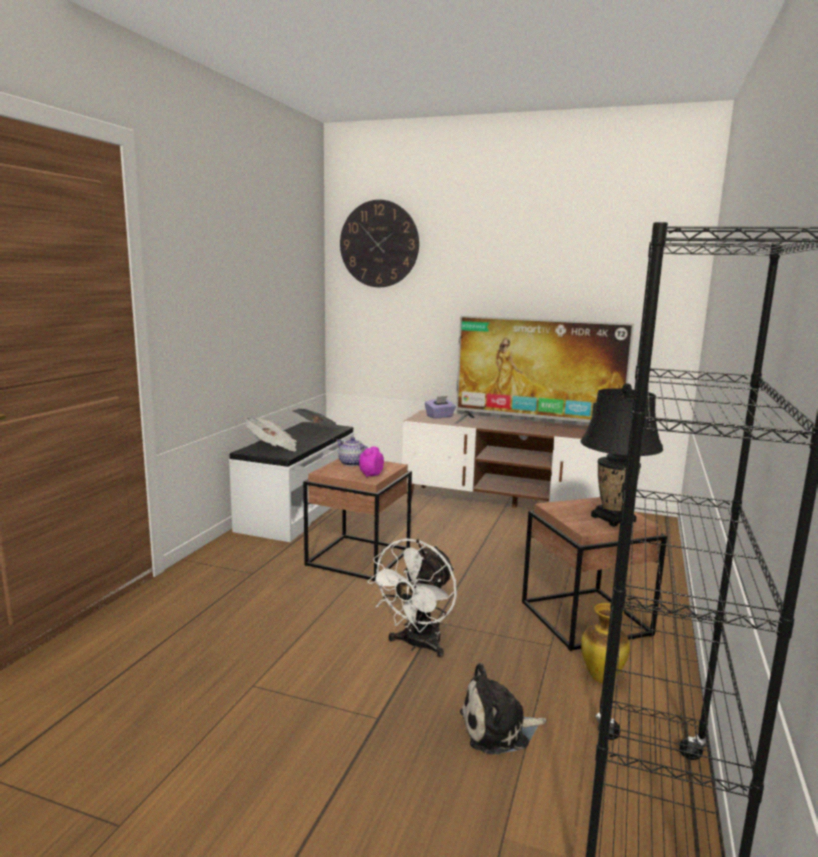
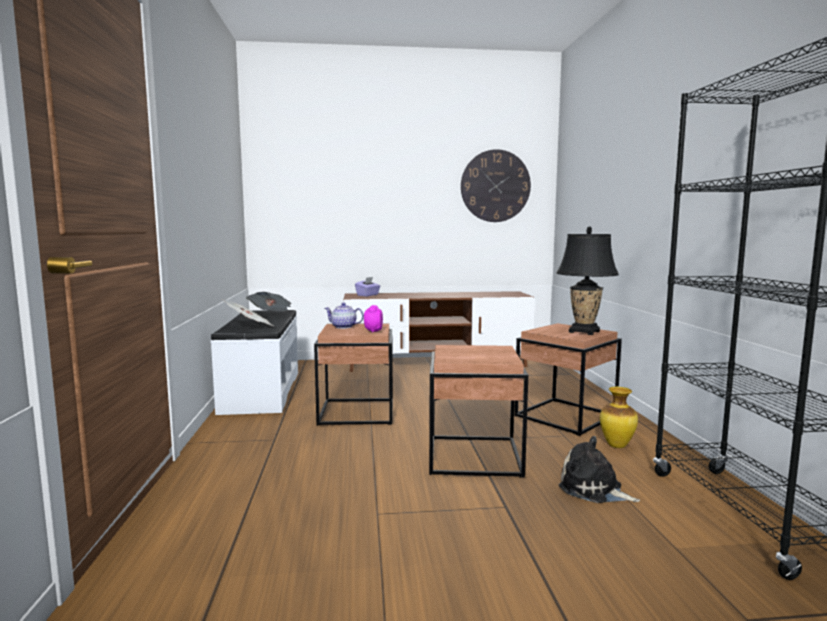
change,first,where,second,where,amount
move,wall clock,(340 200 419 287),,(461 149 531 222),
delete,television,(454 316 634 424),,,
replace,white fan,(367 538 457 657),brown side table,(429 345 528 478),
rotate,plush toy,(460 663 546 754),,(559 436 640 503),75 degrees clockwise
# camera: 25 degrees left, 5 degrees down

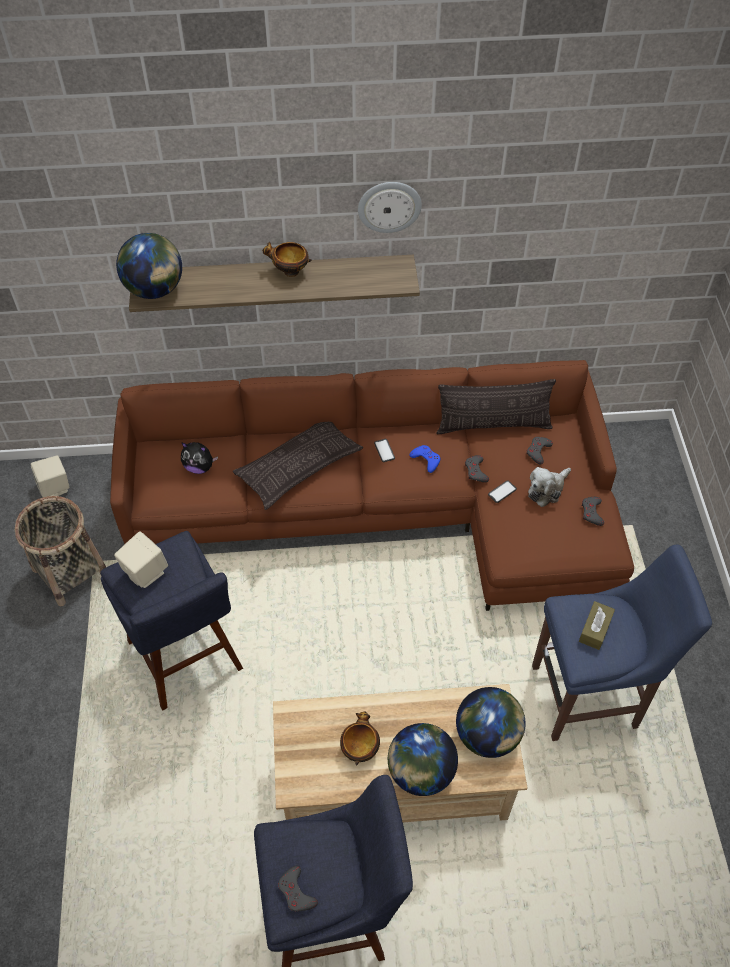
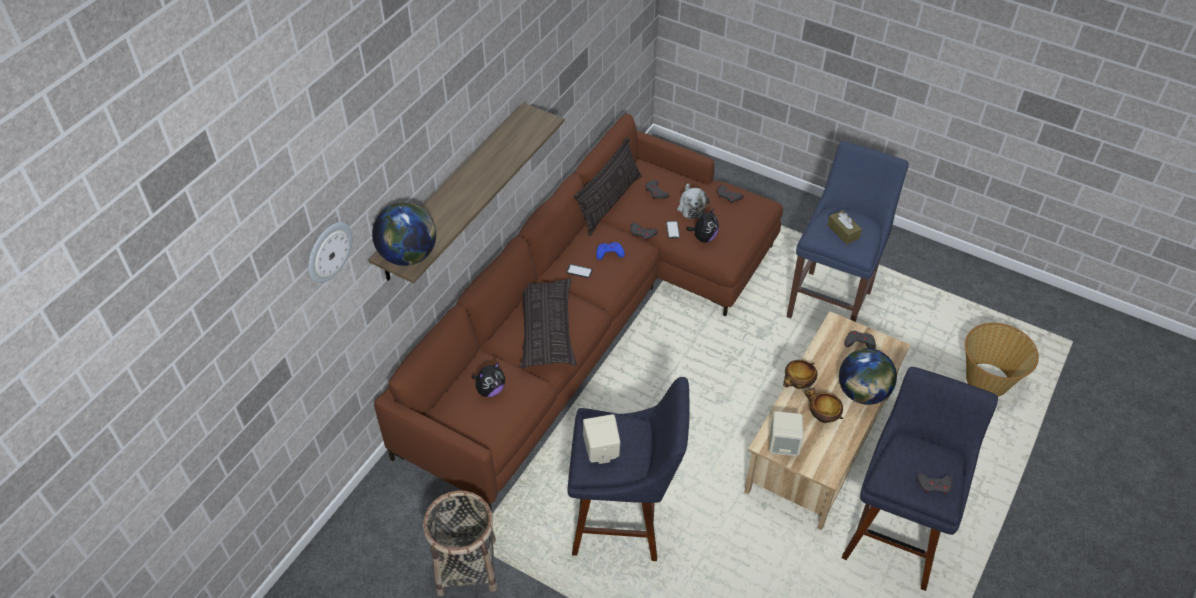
change,first,where,second,where,amount
move,wall clock,(358 182 422 233),,(308 222 353 283),
move,bowl,(262 242 312 277),,(783 360 817 389),
move,beige speaker,(31 455 70 497),,(769 411 804 456),
replace,globe,(456 687 525 758),grey game controller,(844 331 876 349),
insert,,,plush toy,(686 208 719 243),
insert,,,basket,(965 323 1039 397),
# camera: 55 degrees left, 5 degrees down

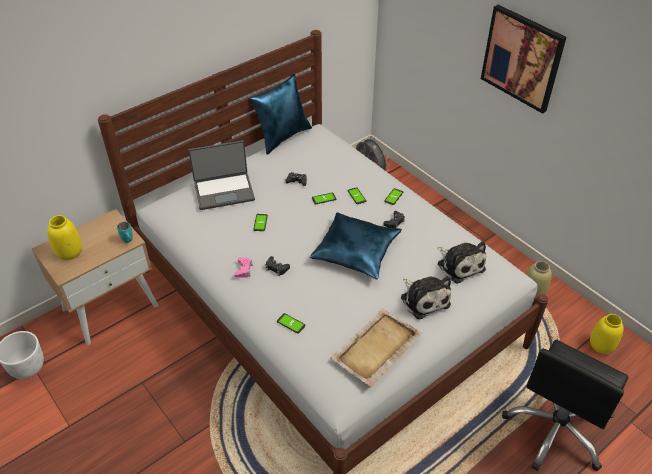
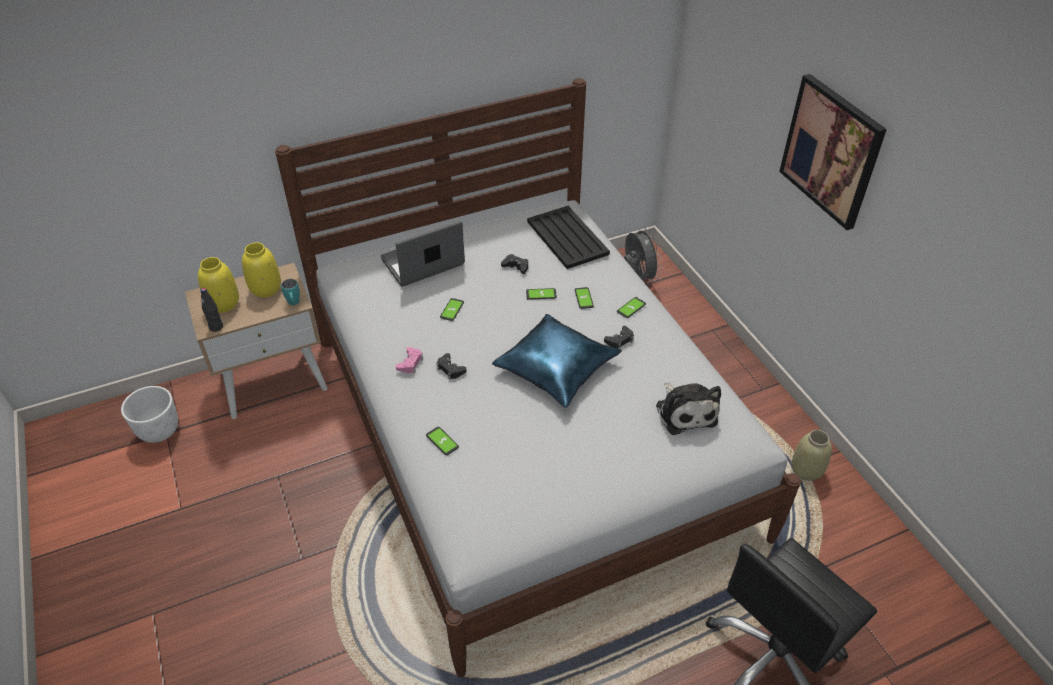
change,first,where,second,where,amount
delete,blue pillow,(249 74 312 155),,,
rotate,laptop,(188 140 255 210),,(381 221 465 287),150 degrees clockwise
delete,plush toy,(401 276 451 319),,,
delete,beige tray,(330 308 422 387),,,
move,yellow vase,(590 314 624 354),,(242 242 281 297),
insert,,,black tray,(527 206 610 269),
insert,,,black bottle,(200 288 223 332),
# camera: 15 degrees right, 0 degrees up

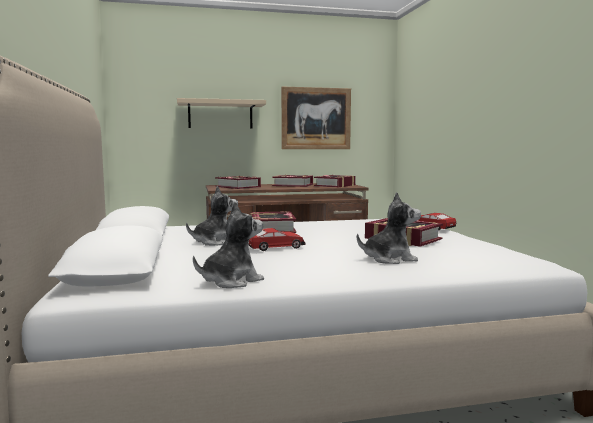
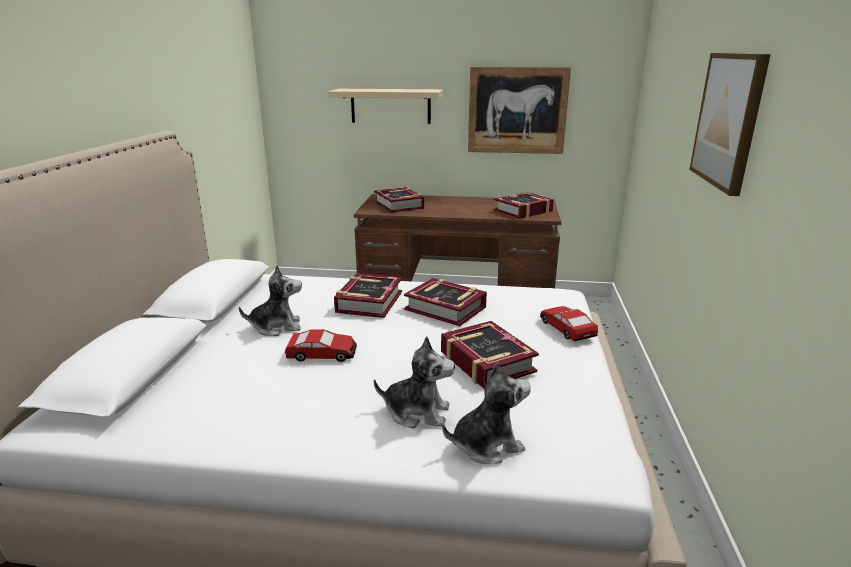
change,first,where,second,where,amount
move,book,(272 175 313 187),,(404 278 487 326),
move,plush toy,(193 201 264 288),,(442 361 531 464),
insert,,,picture,(689 53 771 196),
# camera: 20 degrees right, 15 degrees up

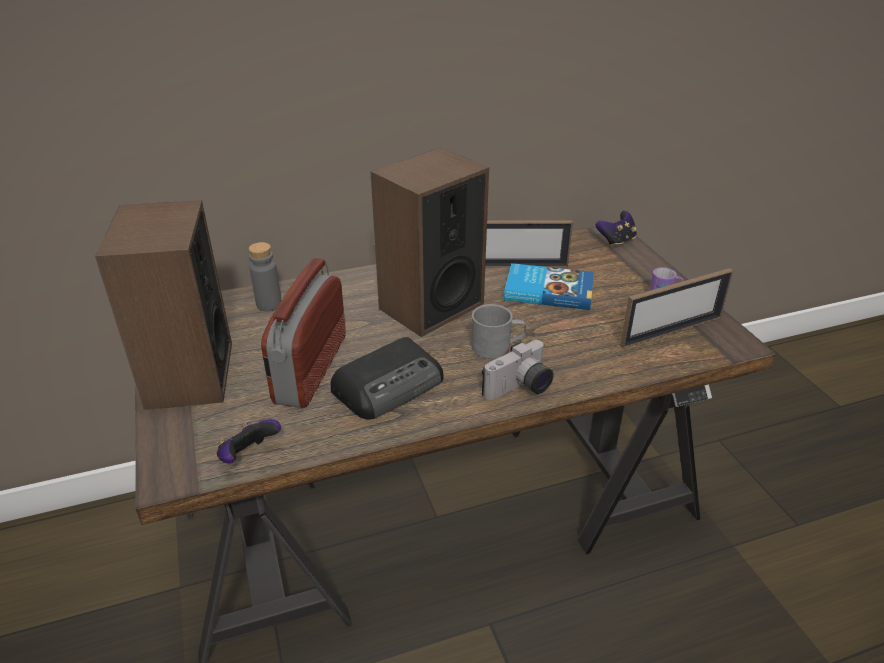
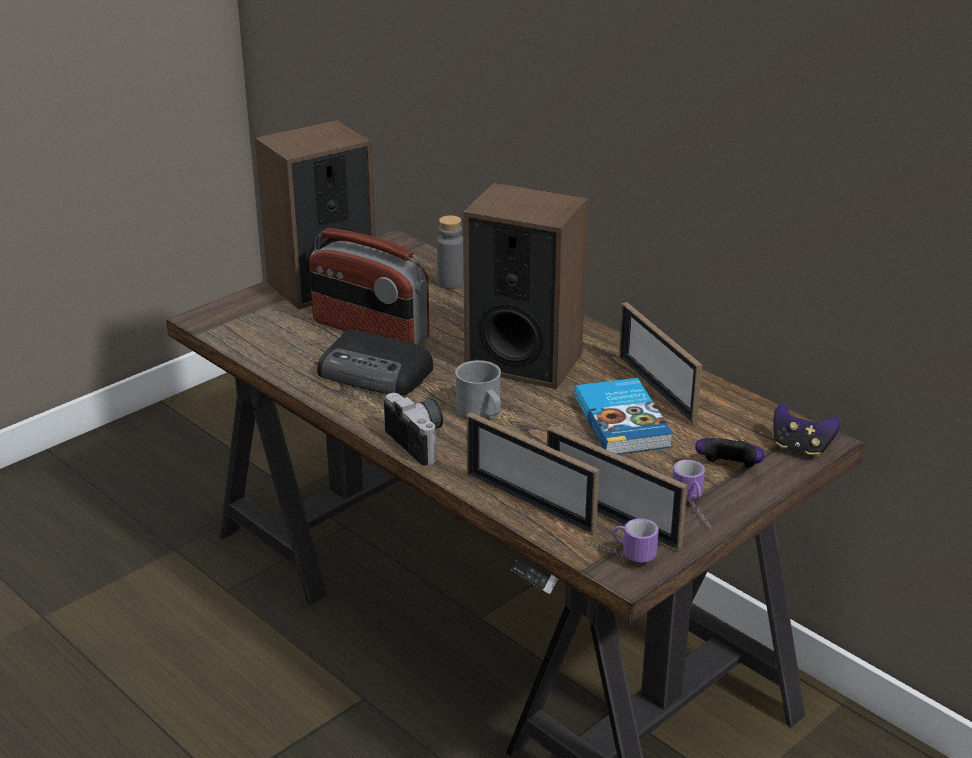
change,first,where,second,where,amount
rotate,radio,(261 258 346 408),,(309 228 429 345),135 degrees counterclockwise
rotate,photo camera,(482 340 554 400),,(384 393 443 466),150 degrees counterclockwise
move,game controller,(217 419 281 463),,(695 437 764 468),
insert,,,picture frame,(467 412 599 536),
insert,,,mug,(586 518 659 562),
# camera: 65 degrees right, 5 degrees down

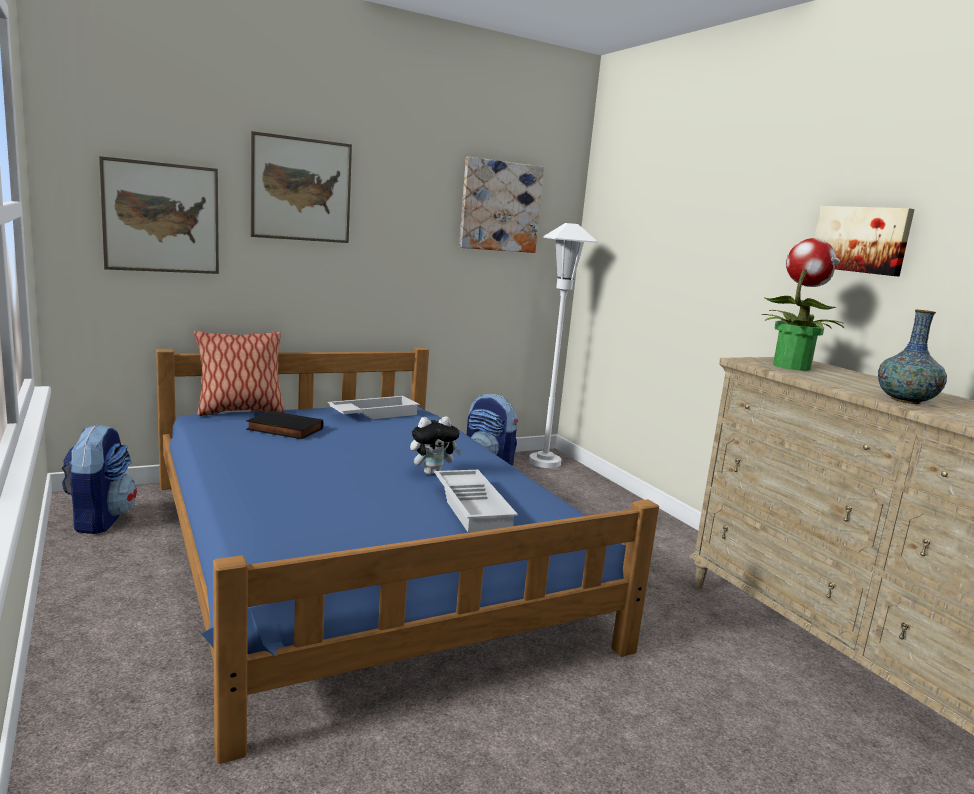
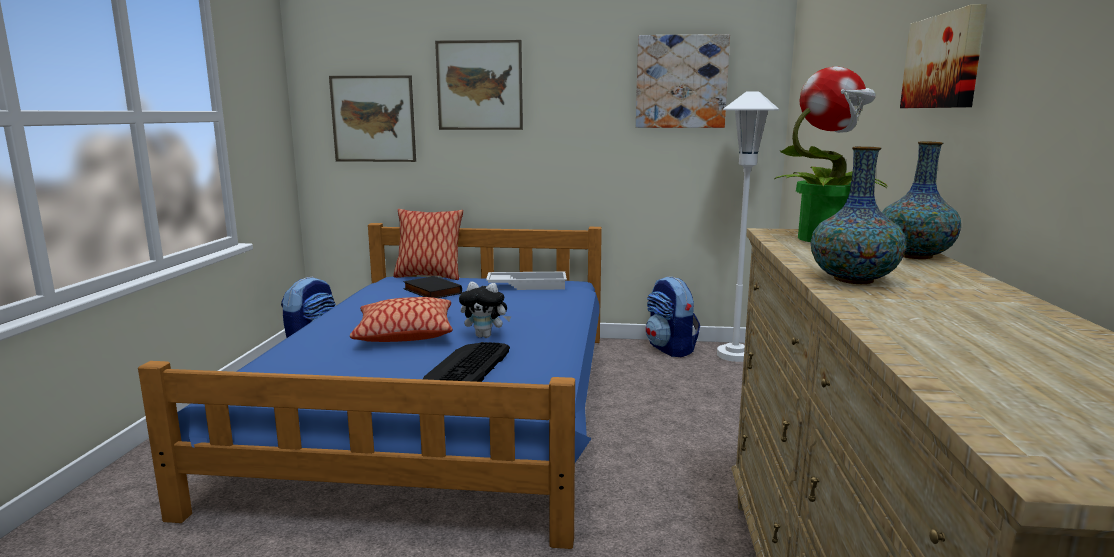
change,first,where,second,where,amount
replace,white tray,(434 470 518 532),keyboard,(423 342 510 382),
insert,,,vase,(882 141 961 259),
insert,,,pillow,(350 297 453 342),
# camera: 35 degrees right, 0 degrees up

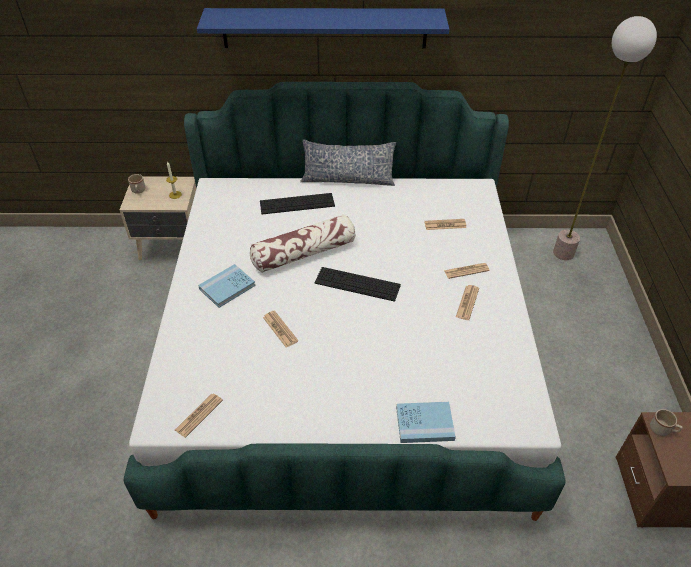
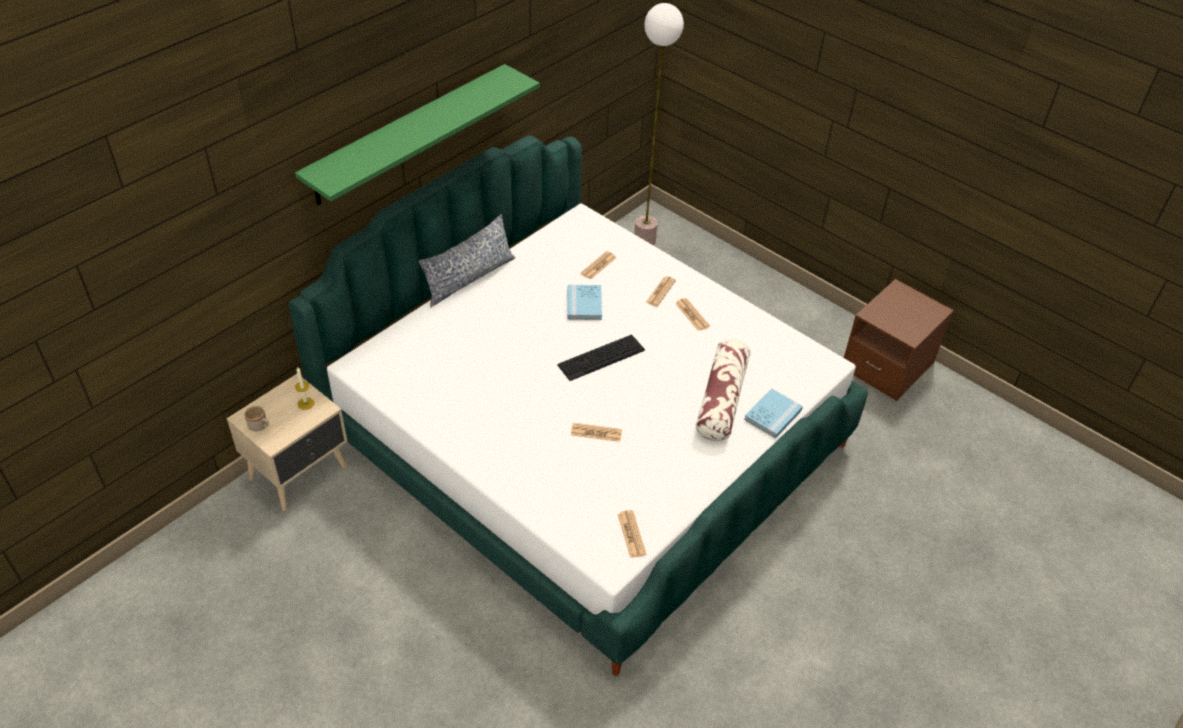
change,first,where,second,where,amount
recolor,blue shelf,(197 8 449 49),green shelf,(295 64 540 205),
delete,keyboard,(260 193 335 214),,,
move,pillow,(250 215 355 273),,(696 339 750 441),
move,blue book,(198 264 256 308),,(567 285 602 320),
delete,beige mug,(650 409 683 436),,,
# camera: 50 degrees left, 0 degrees up

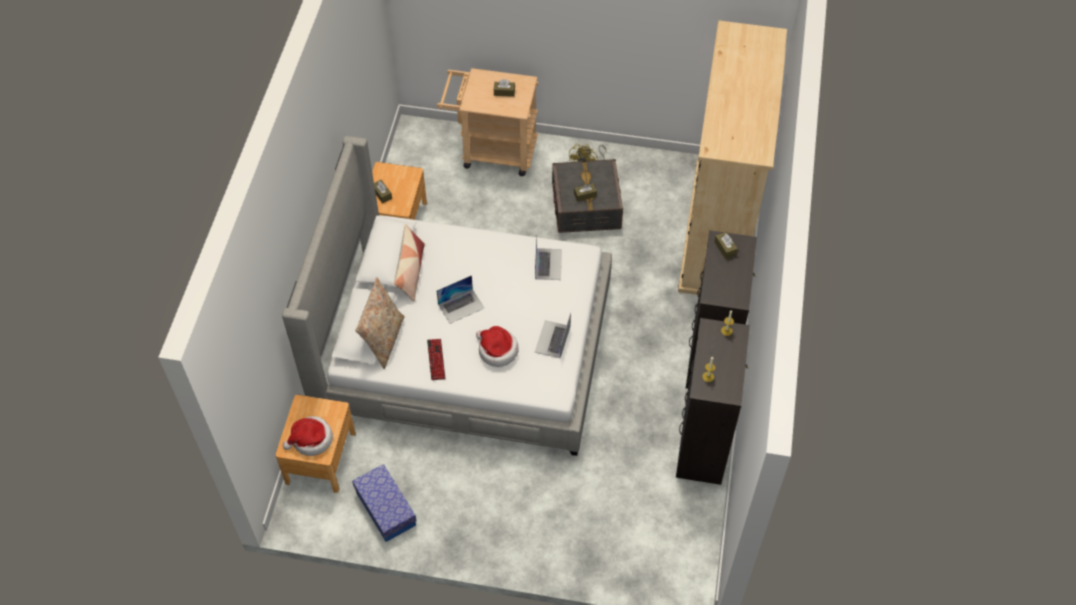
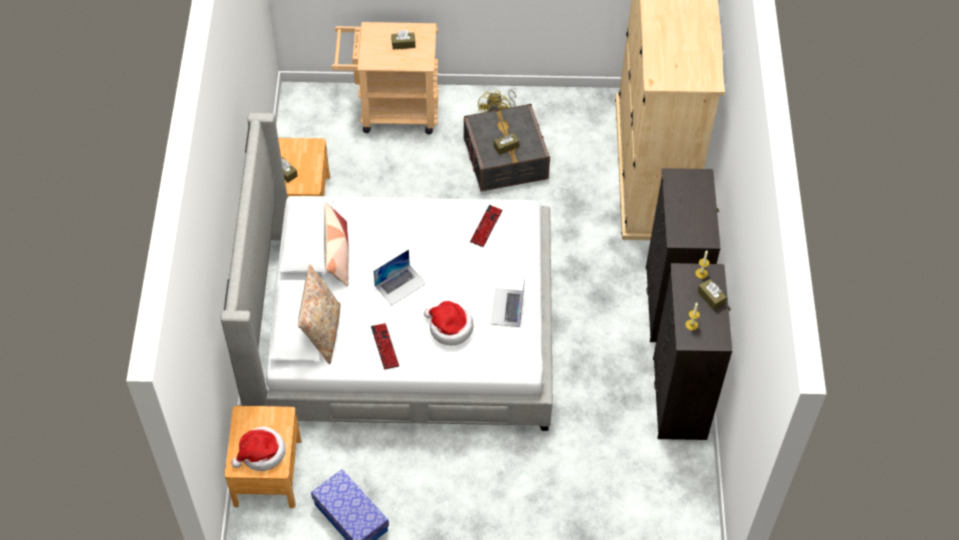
change,first,where,second,where,amount
move,brown tissue box,(714 232 738 259),,(698 279 727 310),
replace,laptop,(535 236 562 280),keyboard,(470 205 502 247),
# camera: 10 degrees left, 0 degrees up

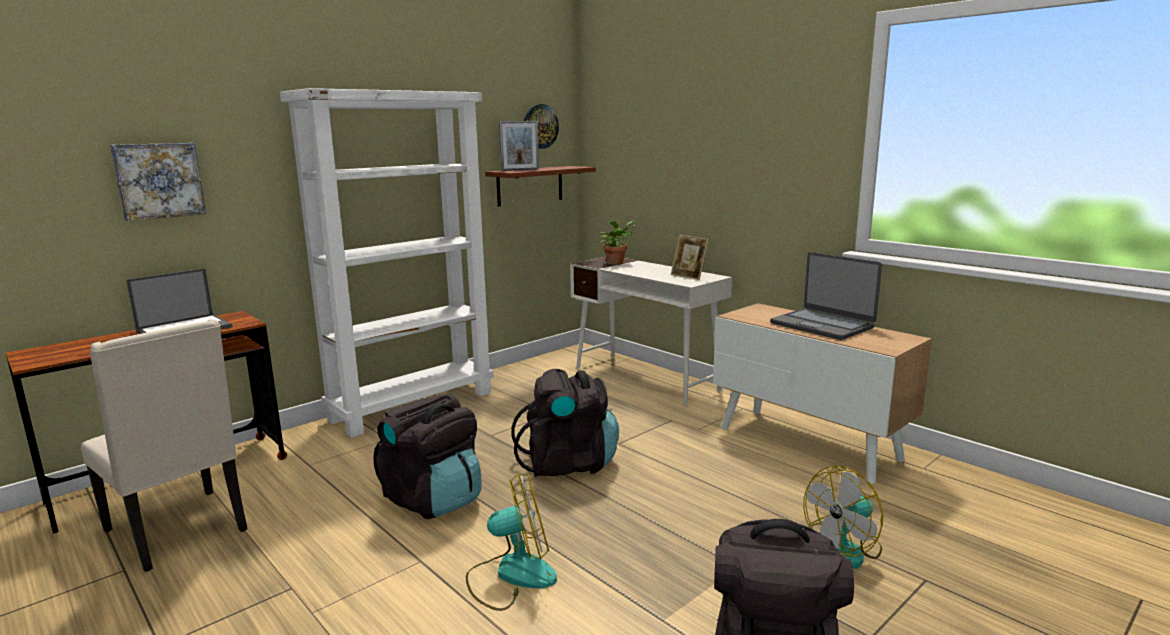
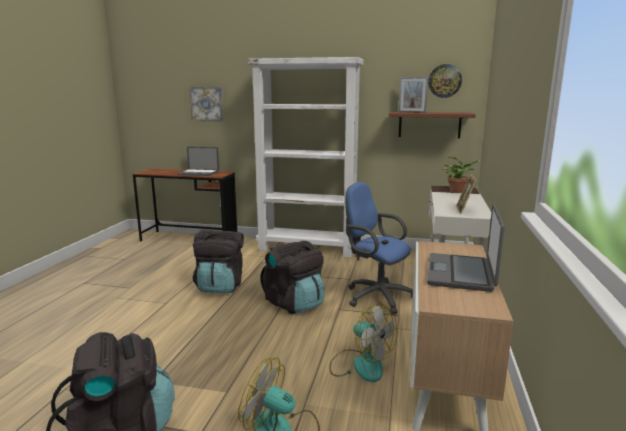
change,first,where,second,where,amount
delete,beige chair,(81 319 247 572),,,
move,fan,(466 472 557 611),,(329 303 397 382),
insert,,,blue office chair,(345 182 413 315),
# camera: 55 degrees right, 0 degrees up

